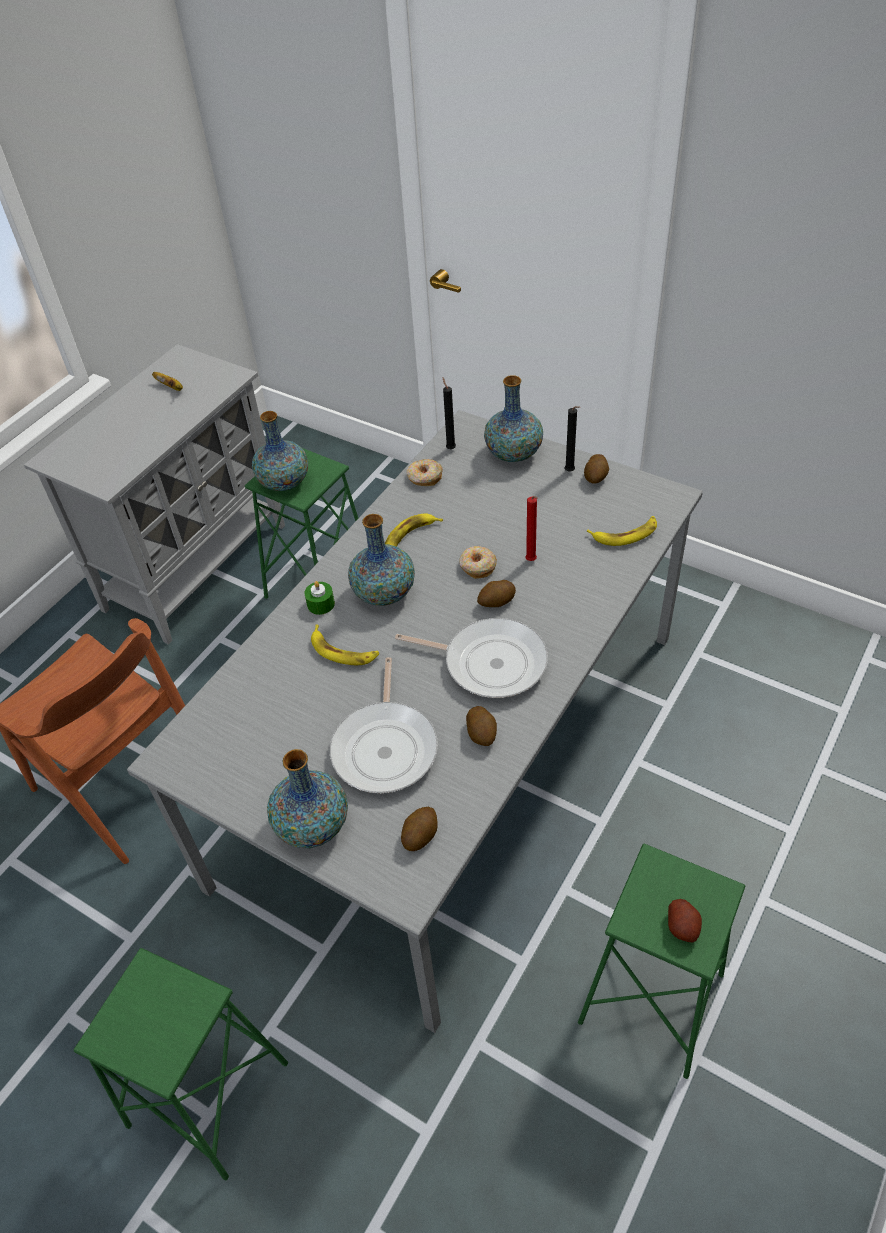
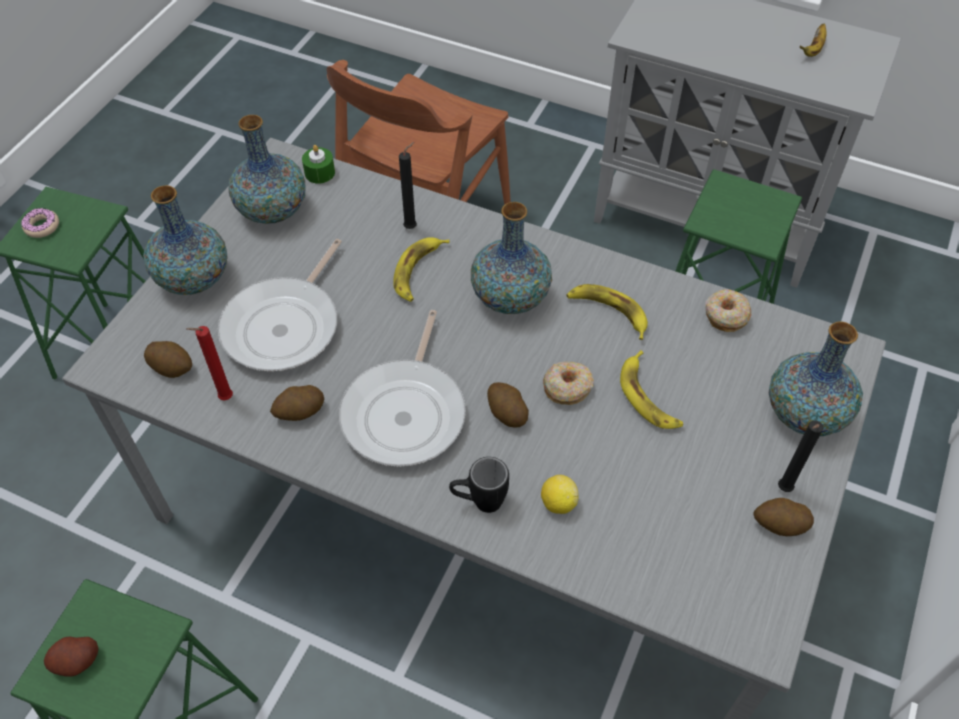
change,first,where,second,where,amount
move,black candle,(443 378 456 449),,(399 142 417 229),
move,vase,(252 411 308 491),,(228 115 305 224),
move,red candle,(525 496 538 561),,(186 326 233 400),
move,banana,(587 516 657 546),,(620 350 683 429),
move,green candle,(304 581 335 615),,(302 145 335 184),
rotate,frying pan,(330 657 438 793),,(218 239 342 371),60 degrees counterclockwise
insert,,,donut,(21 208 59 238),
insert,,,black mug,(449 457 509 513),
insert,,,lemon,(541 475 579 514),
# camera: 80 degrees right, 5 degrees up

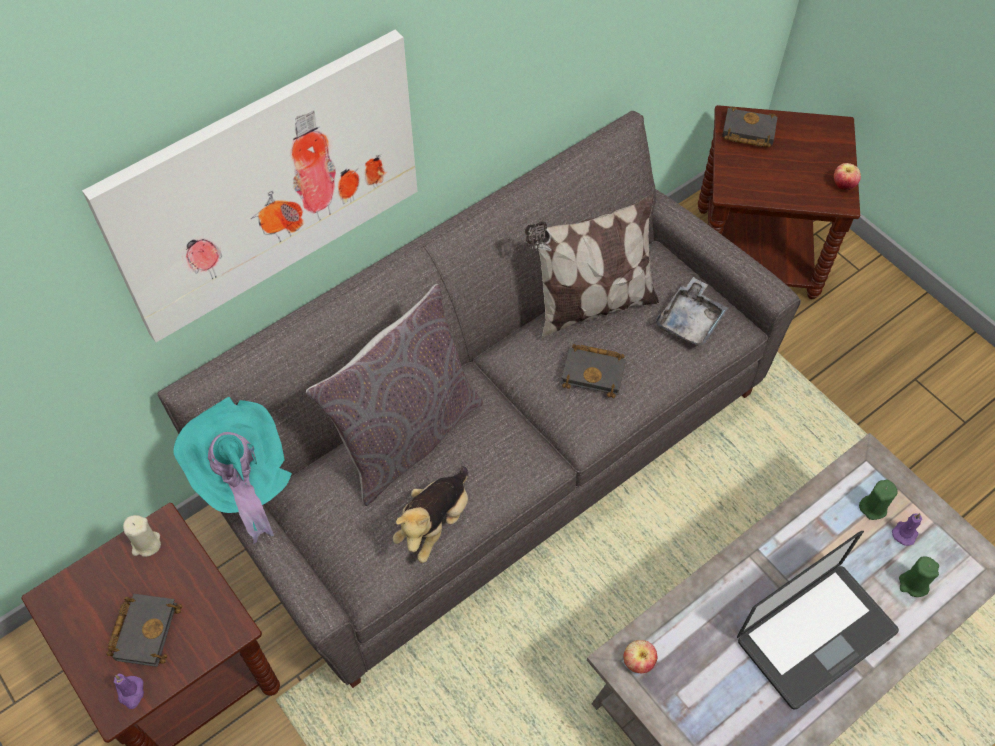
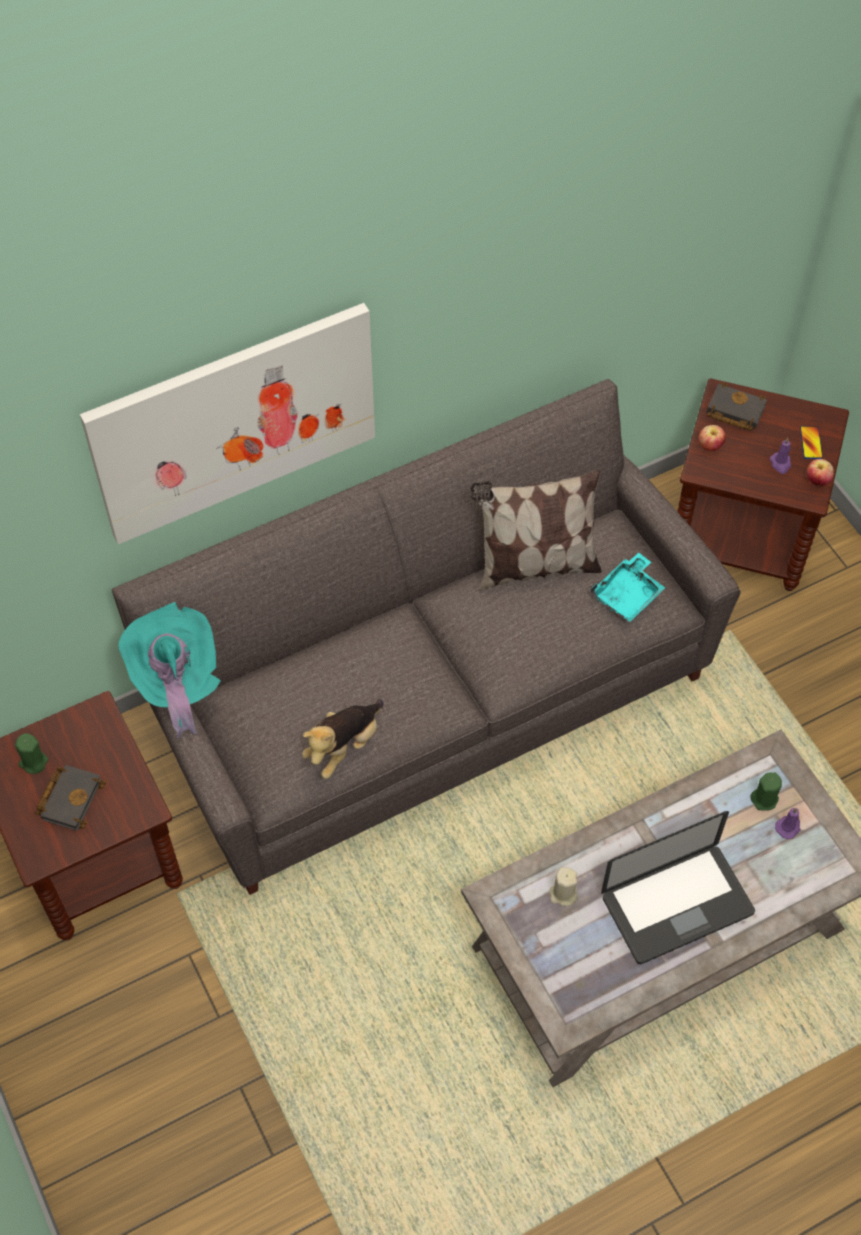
change,first,where,second,where,amount
recolor,grey tray,(656 277 728 348),turquoise tray,(591 552 665 622),
delete,grey pillow,(306 284 483 506),,,
delete,black book,(561 344 626 398),,,
move,beige candle,(123 515 161 557),,(549 867 578 906),
move,green candle,(899 556 939 597),,(15 733 48 774),
move,apple,(624 640 657 673),,(699 425 726 451),
move,purple candle,(114 673 144 709),,(770 438 791 474),
insert,,,phone,(800 426 823 459),
# camera: 10 degrees right, 0 degrees up

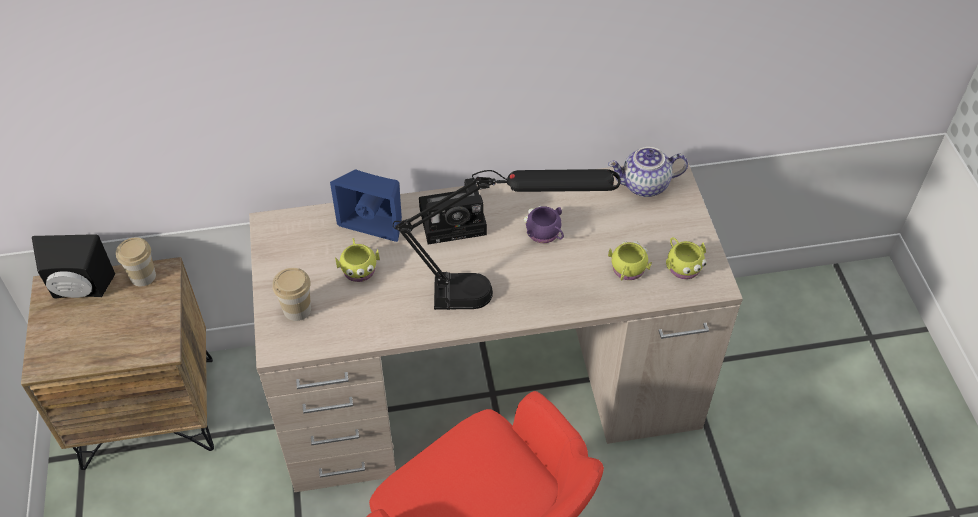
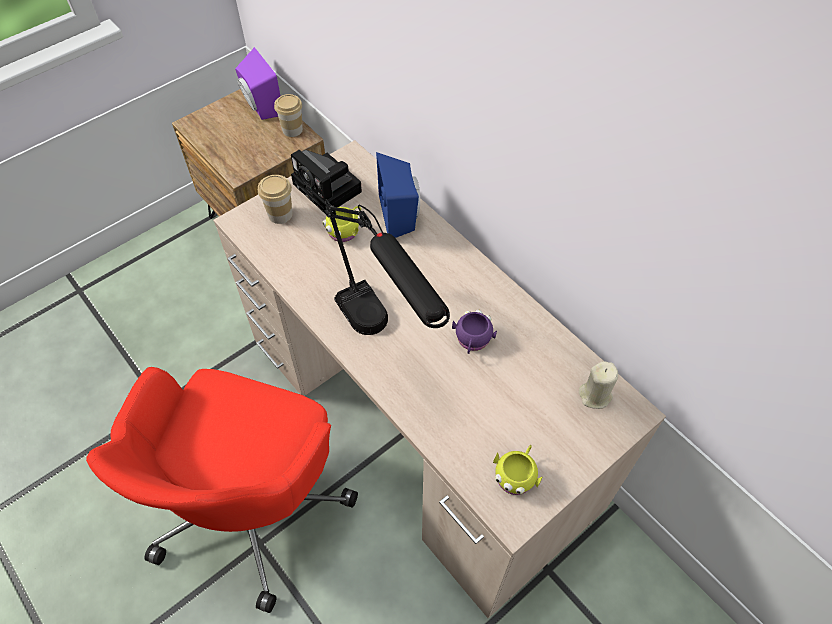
change,first,where,second,where,amount
replace,teapot,(608 147 688 197),beige candle,(579 361 618 409),
move,photo camera,(419 178 487 244),,(291 150 362 213),
recolor,black speaker,(32 234 115 298),purple speaker,(235 47 280 120),
delete,yellow mug,(608 241 652 281),,,
# camera: 60 degrees right, 5 degrees up

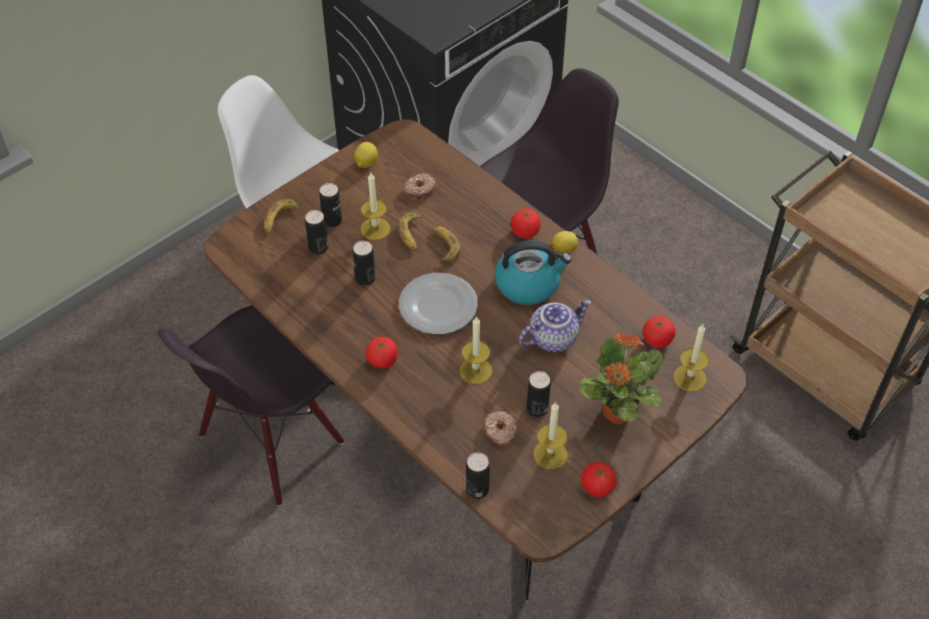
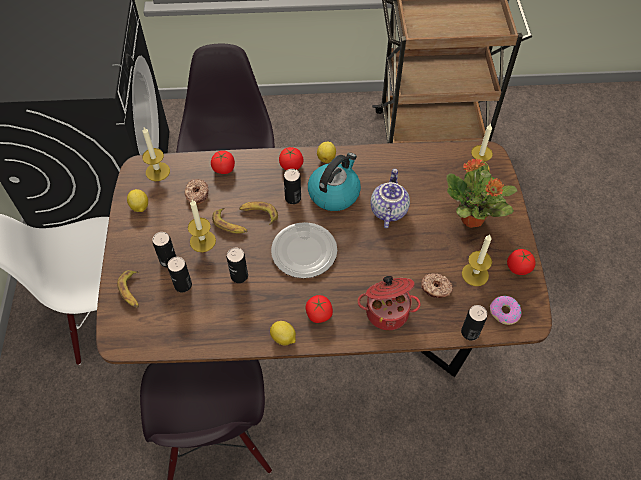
change,first,where,second,where,amount
move,candle,(460 316 492 384),,(142 127 170 181),
move,tomato,(643 316 676 348),,(211 151 235 174),
move,can,(527 371 551 417),,(284 169 301 204),
insert,,,cooking pot,(357 276 421 330),
insert,,,donut,(490 296 522 325),
insert,,,lemon,(270 321 296 346),
# camera: 50 degrees left, 5 degrees up

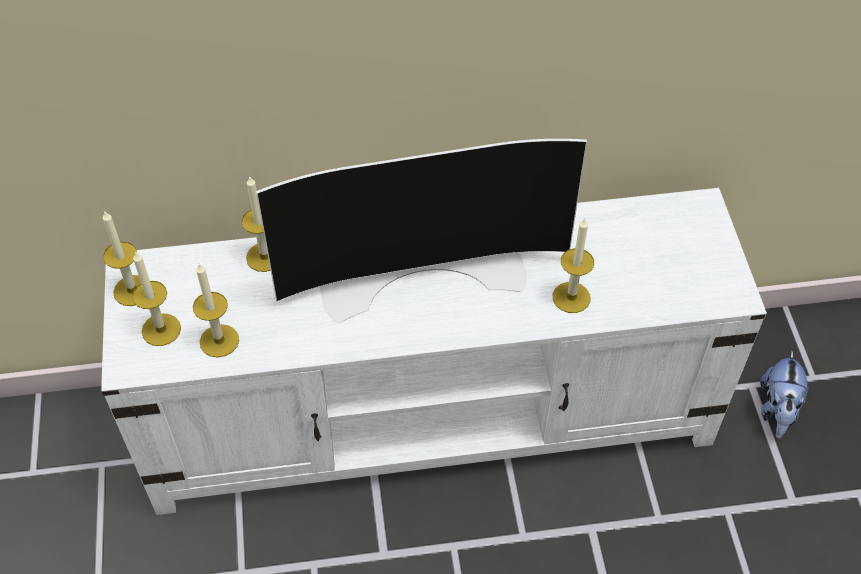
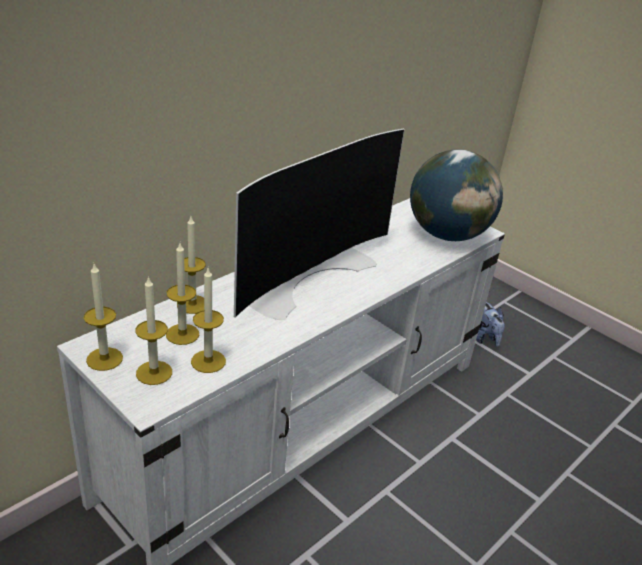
change,first,where,second,where,amount
move,candle,(553 218 594 313),,(166 243 199 345),
insert,,,globe,(410 149 503 241),
# camera: 40 degrees left, 20 degrees down

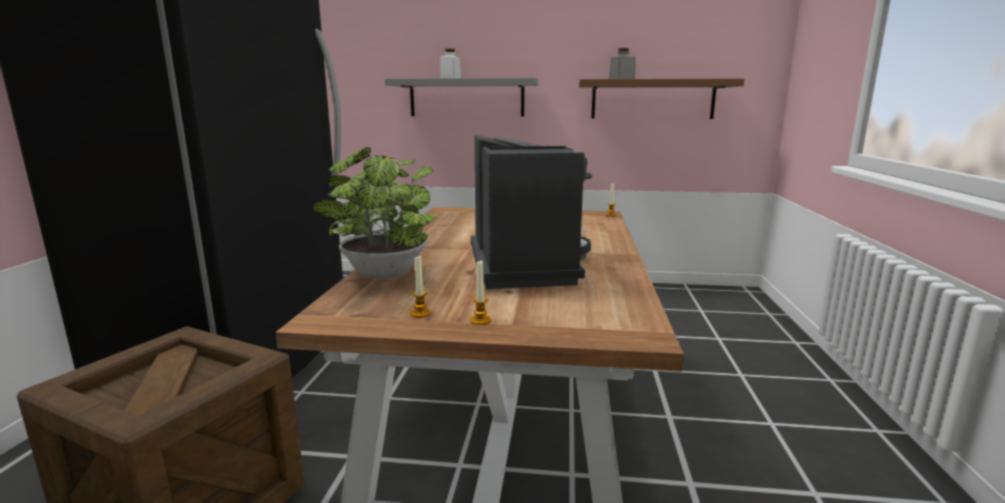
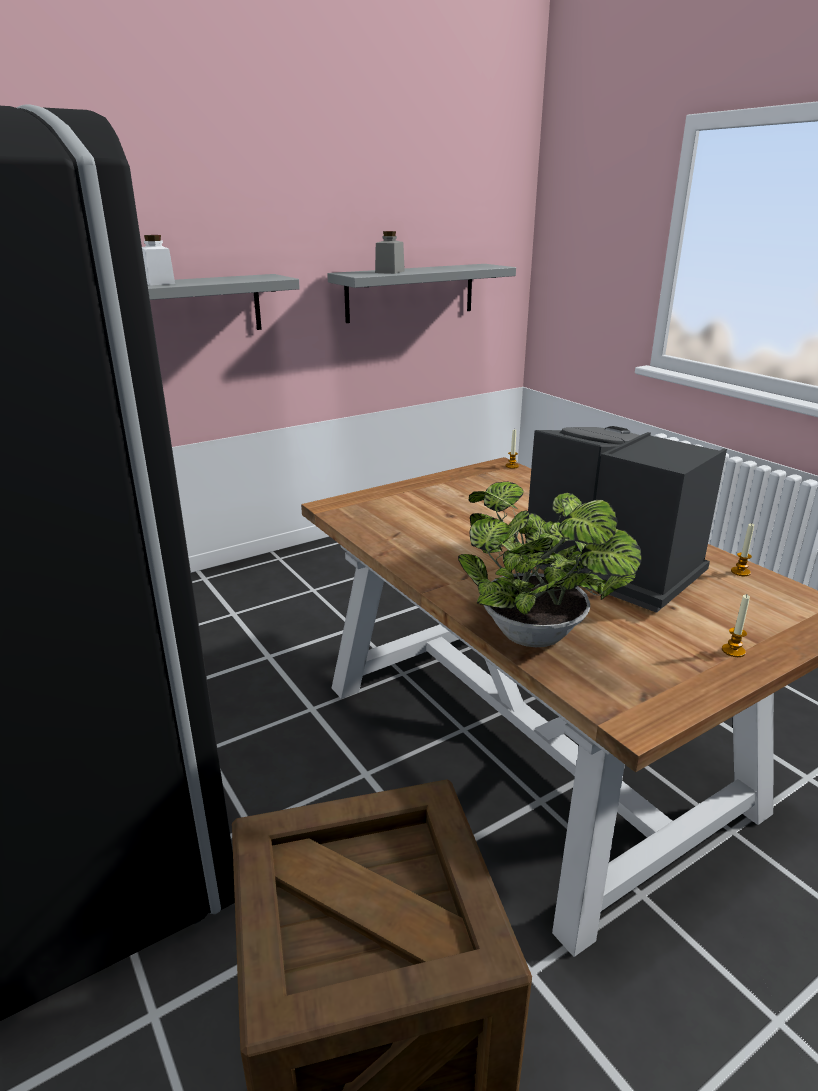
change,first,where,second,where,amount
recolor,brown shelf,(579 78 744 119),grey shelf,(327 264 516 323),
move,candle,(410 256 431 318),,(731 523 754 576),
# camera: 40 degrees left, 10 degrees up

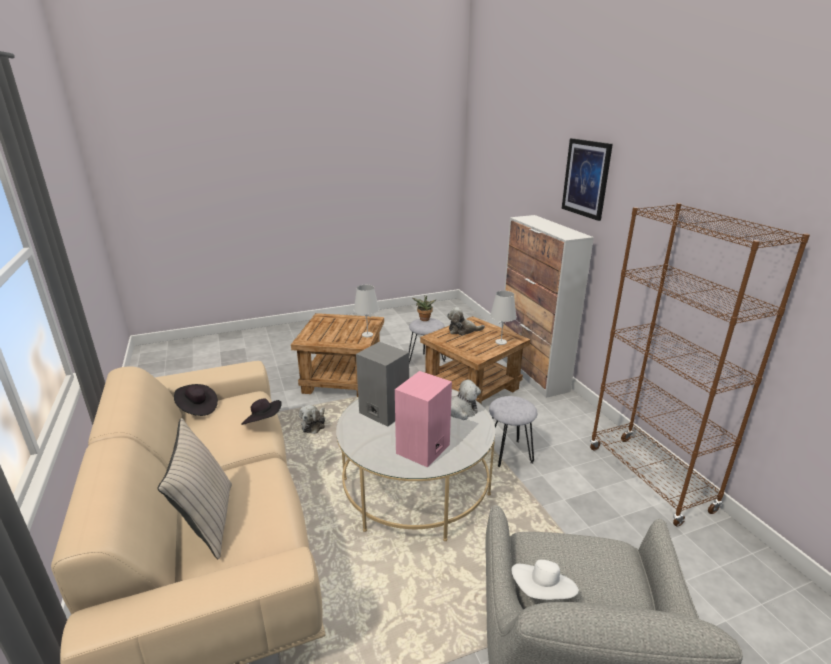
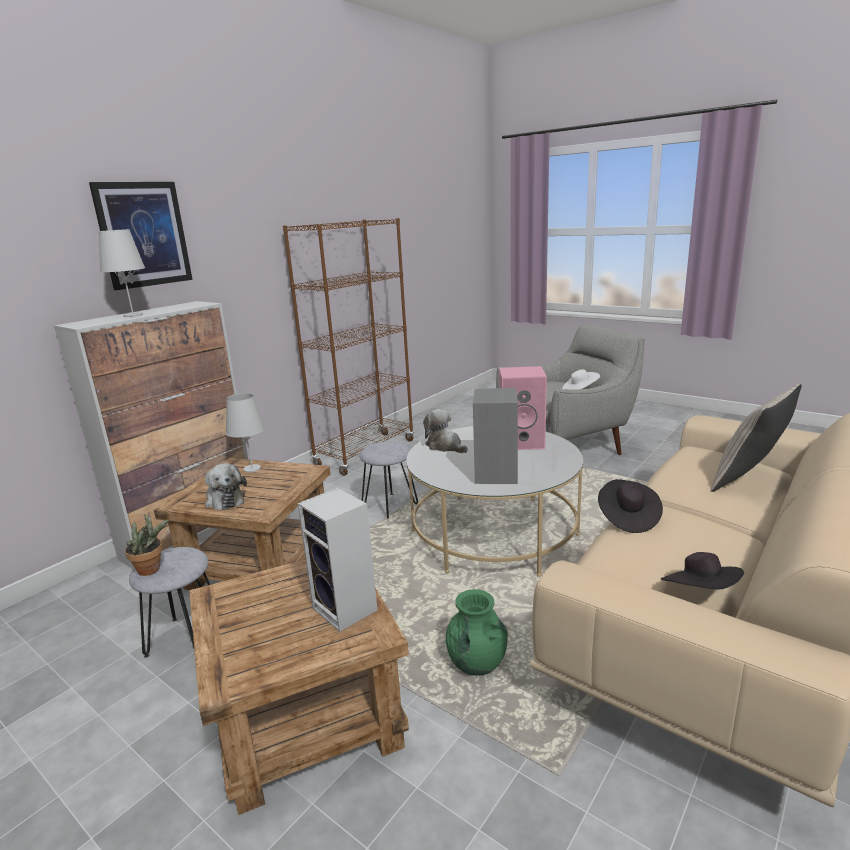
change,first,where,second,where,amount
move,white table lamp,(354 285 379 337),,(98 229 145 317),
replace,plush toy,(299 405 325 434),green vase,(446 589 508 676),
insert,,,speaker,(298 488 378 632),
# camera: 120 degrees left, 5 degrees down

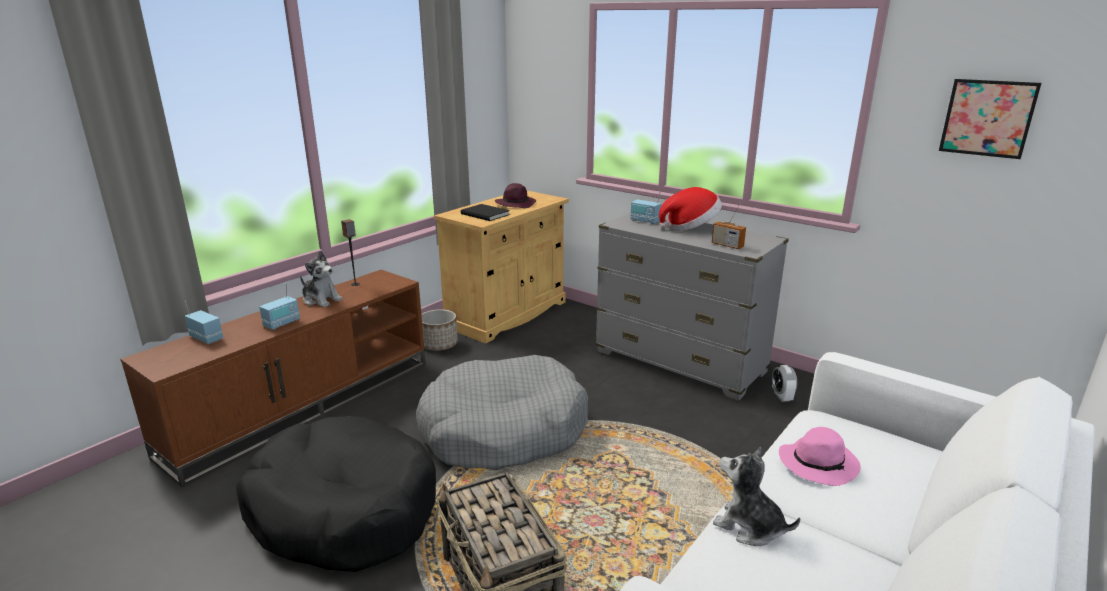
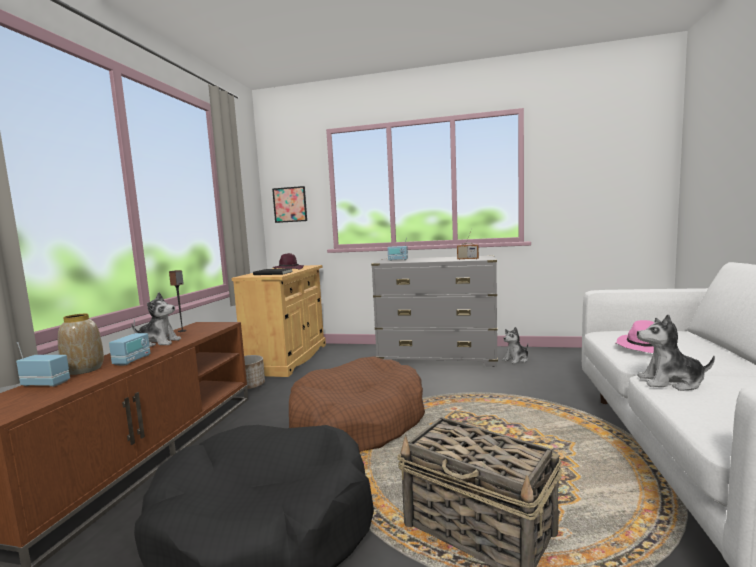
change,first,where,second,where,amount
move,picture,(939 79 1041 159),,(272 186 307 223),
delete,hat,(659 187 722 231),,,
recolor,grey dog bed,(416 355 588 470),brown dog bed,(289 356 425 452),
replace,alarm clock,(772 365 797 402),plush toy,(502 327 528 364),
insert,,,vase,(58 314 104 375),
# camera: 25 degrees left, 15 degrees down

